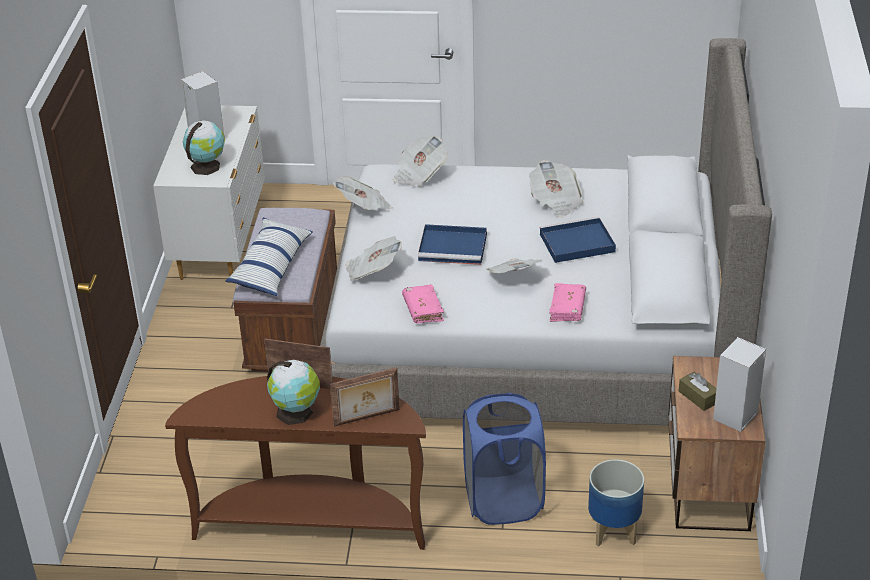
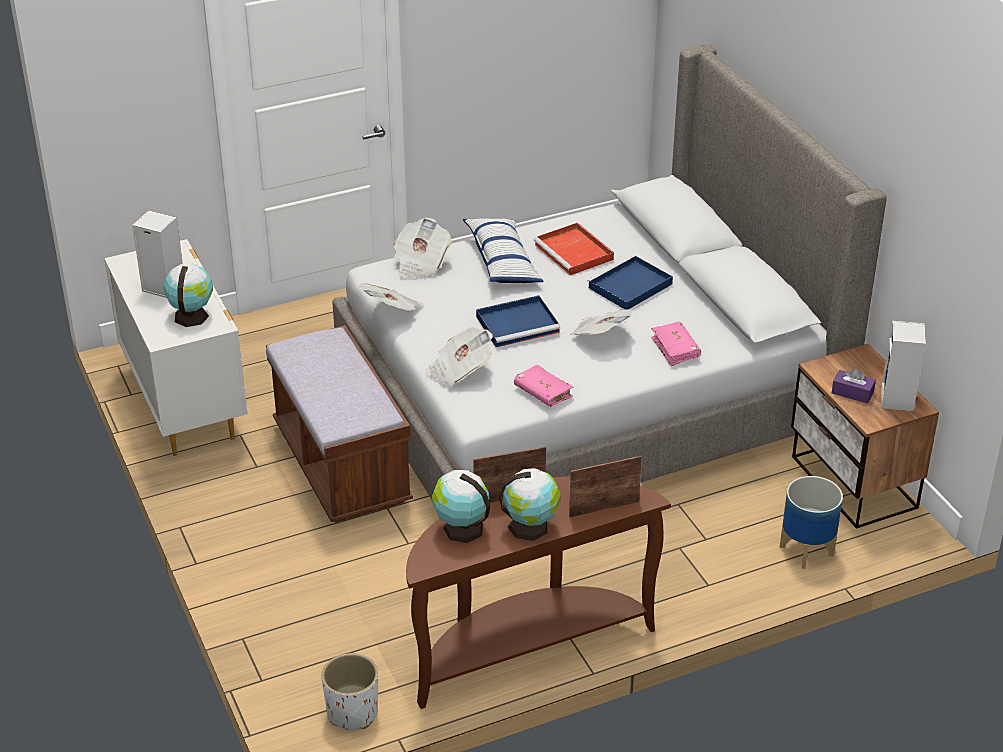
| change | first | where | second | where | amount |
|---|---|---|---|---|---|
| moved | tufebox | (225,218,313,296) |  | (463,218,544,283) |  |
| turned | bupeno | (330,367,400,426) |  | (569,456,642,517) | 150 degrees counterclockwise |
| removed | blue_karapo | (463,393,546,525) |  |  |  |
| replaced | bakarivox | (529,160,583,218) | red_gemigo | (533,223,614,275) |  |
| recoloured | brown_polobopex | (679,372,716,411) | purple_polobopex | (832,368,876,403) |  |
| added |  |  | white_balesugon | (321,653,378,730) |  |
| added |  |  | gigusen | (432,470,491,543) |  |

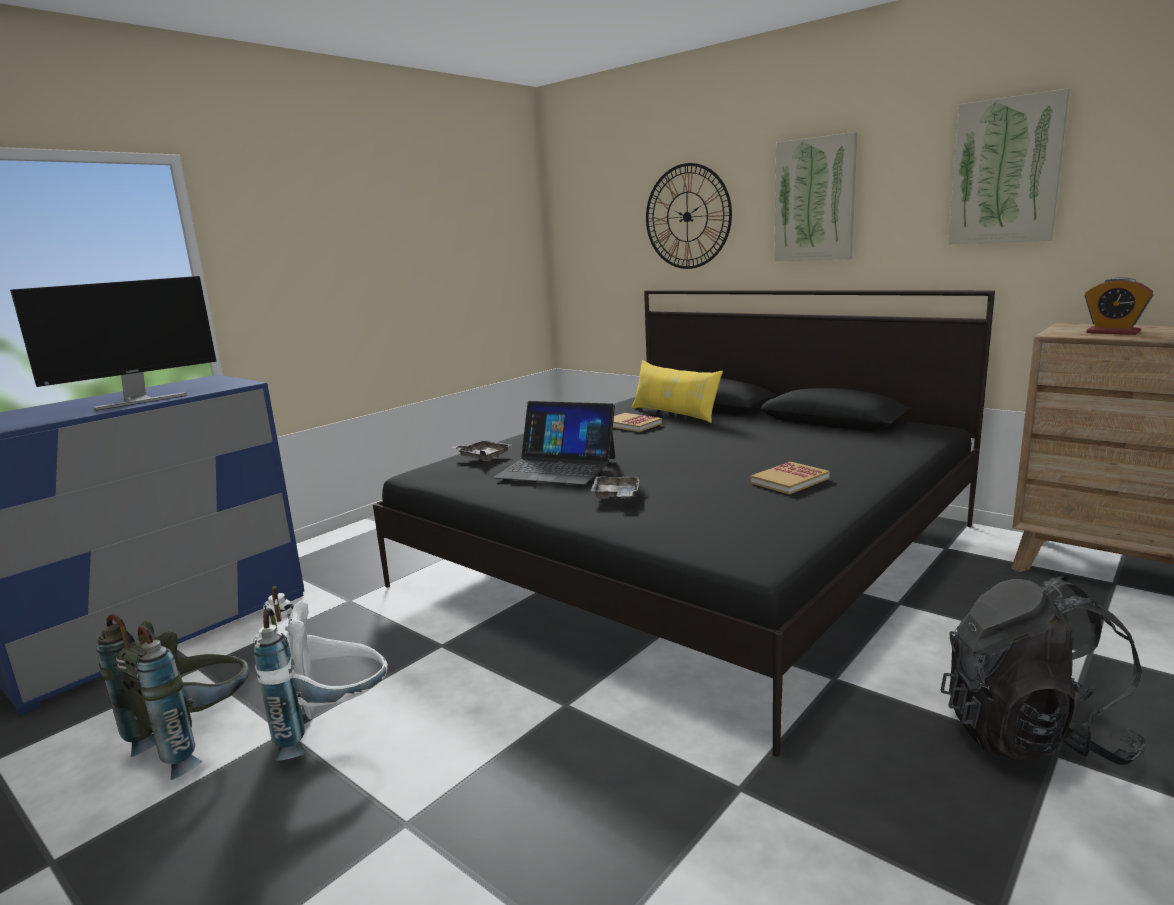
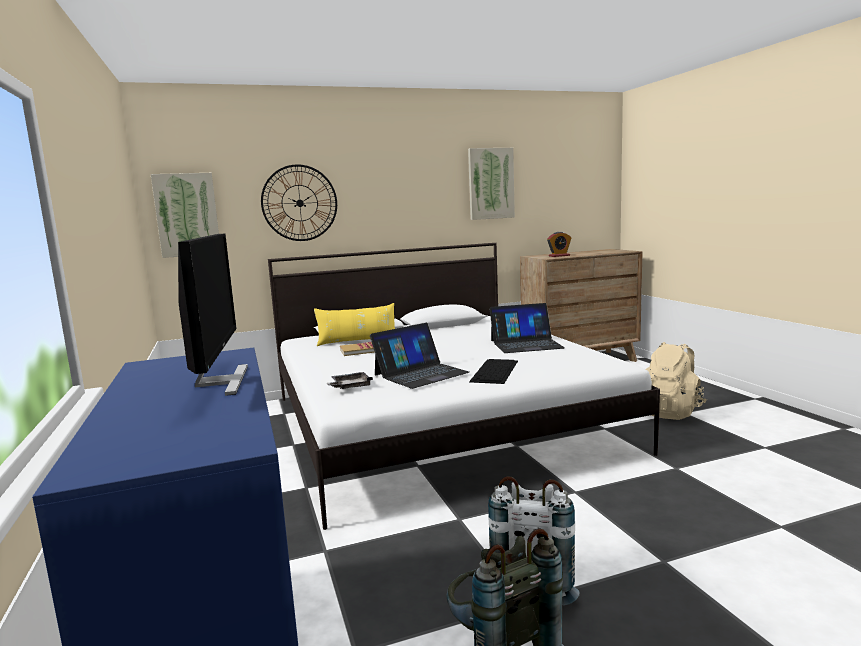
| change | first | where | second | where | amount |
|---|---|---|---|---|---|
| recoloured | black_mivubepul | (373,290,995,757) | white_mivubepul | (268,243,660,530) |  |
| replaced | grey_gemigo | (590,473,640,499) | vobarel | (469,359,518,384) |  |
| replaced | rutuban | (750,462,830,495) | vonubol | (490,303,565,353) |  |
| moved | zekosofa | (774,132,857,261) |  | (151,173,219,258) |  |
| recoloured | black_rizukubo | (941,576,1146,765) | beige_rizukubo | (646,342,707,420) |  |

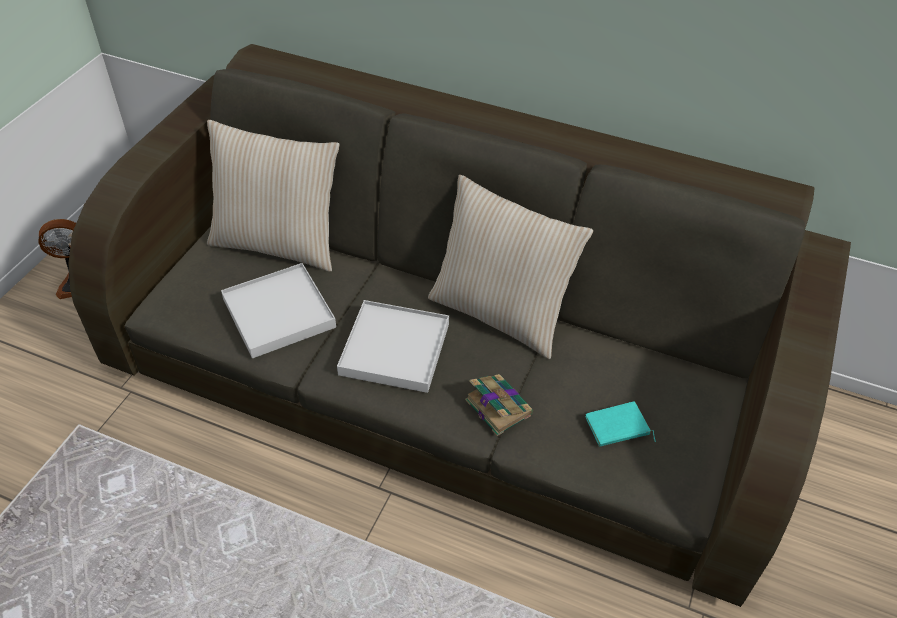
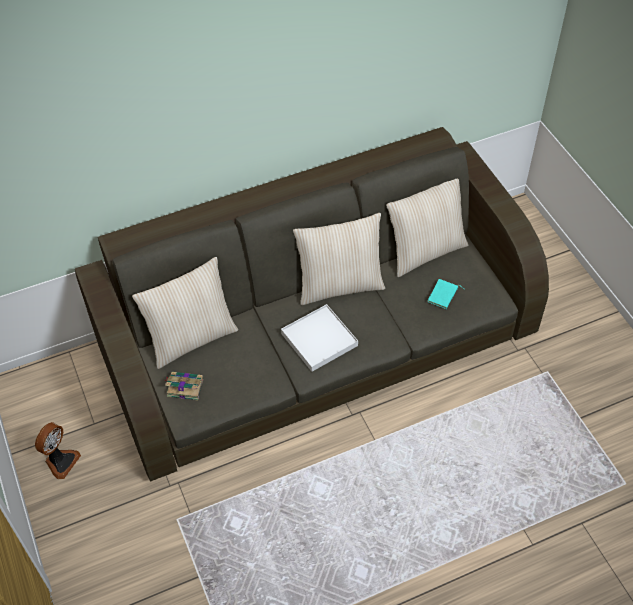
| change | first | where | second | where | amount |
|---|---|---|---|---|---|
| removed | white_gemigo | (221,263,336,358) |  |  |  |
| moved | rutuban | (465,374,533,436) |  | (164,372,203,400) |  |
| added |  |  | beige_tufebox | (386,179,468,277) |  |

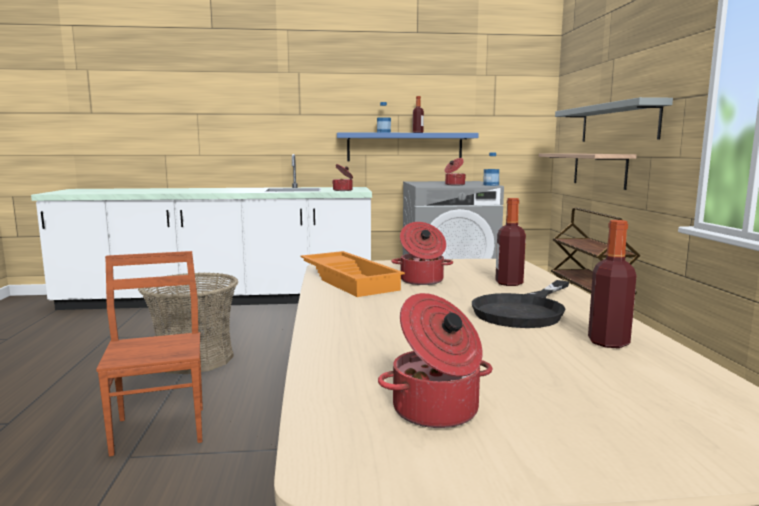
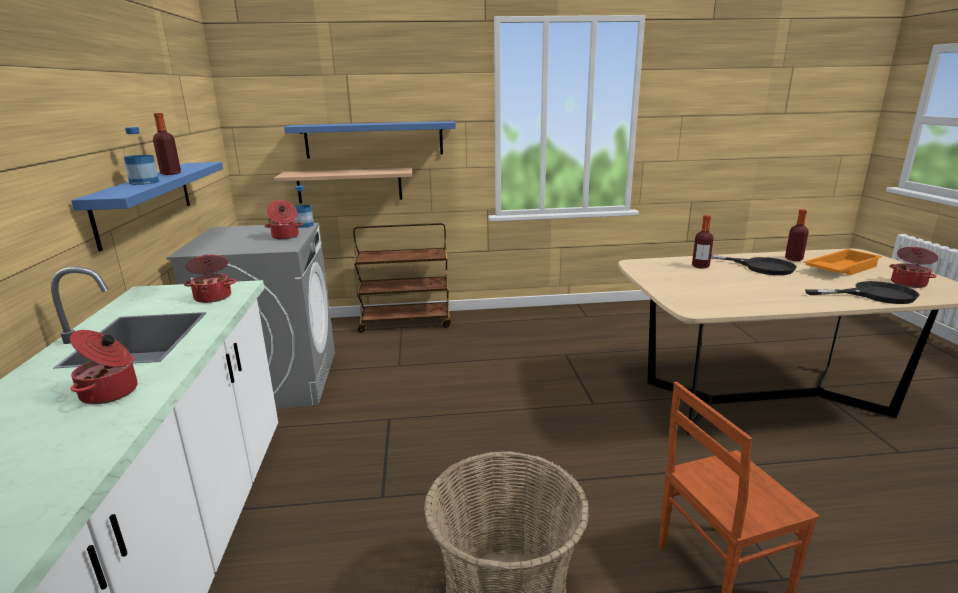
| change | first | where | second | where | amount |
|---|---|---|---|---|---|
| moved | orange_gemigo | (300,251,405,297) |  | (803,249,882,275) |  |
| moved | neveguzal | (391,222,453,285) |  | (70,330,138,405) |  |
| recoloured | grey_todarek | (555,97,673,142) | blue_todarek | (284,121,456,159) |  |
| added |  |  | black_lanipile | (805,281,920,304) |  |

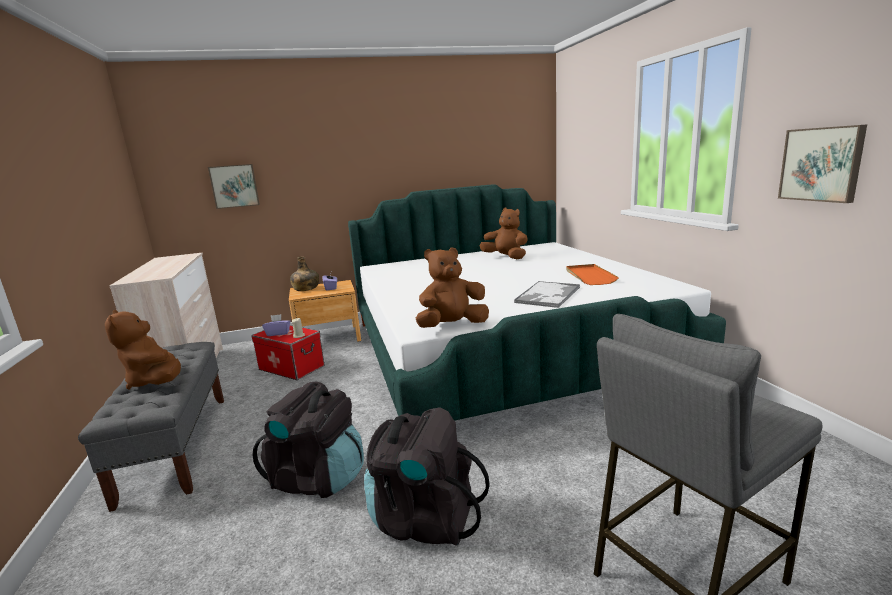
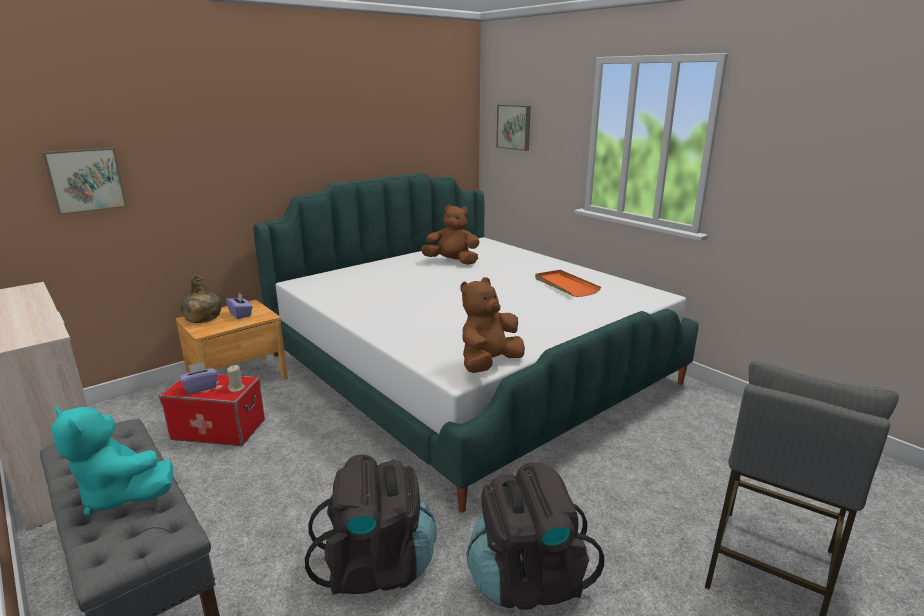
| change | first | where | second | where | amount |
|---|---|---|---|---|---|
| recoloured | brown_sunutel | (105,310,181,390) | turquoise_sunutel | (52,407,173,516) |  |
| removed | gemigo | (514,281,580,308) |  |  |  |
| moved | zekosofa | (778,124,867,203) |  | (496,105,531,151) |  |

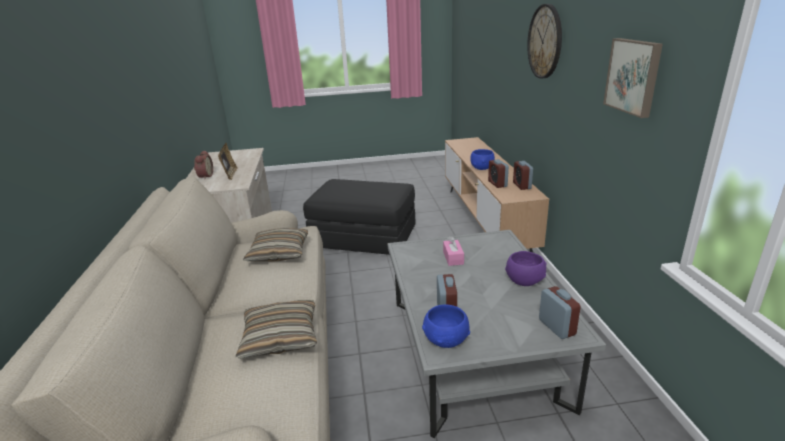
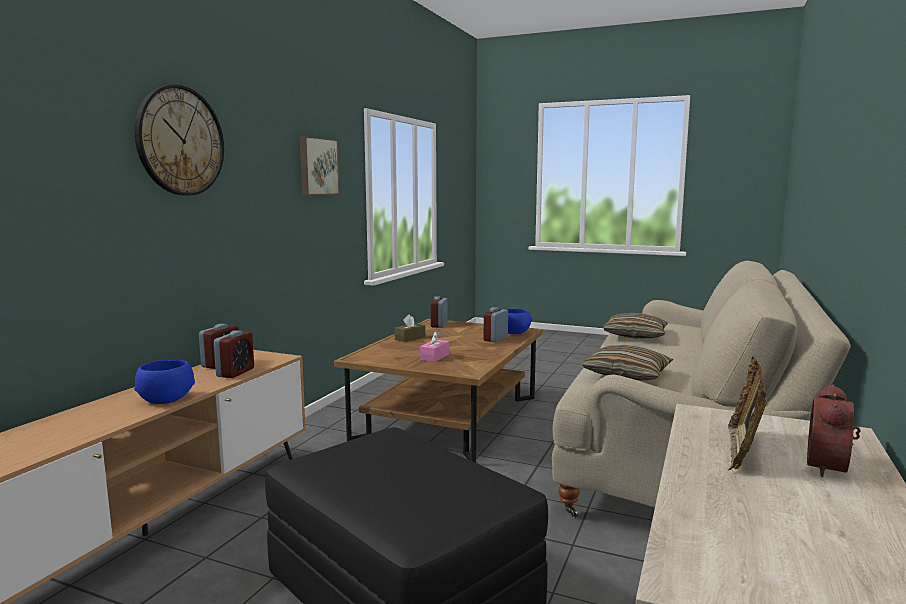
| change | first | where | second | where | amount |
|---|---|---|---|---|---|
| recoloured | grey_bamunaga | (388,230,606,438) | brown_bamunaga | (334,319,543,463) |  |
| replaced | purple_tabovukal | (505,251,547,286) | brown_polobopex | (395,314,425,342) |  |

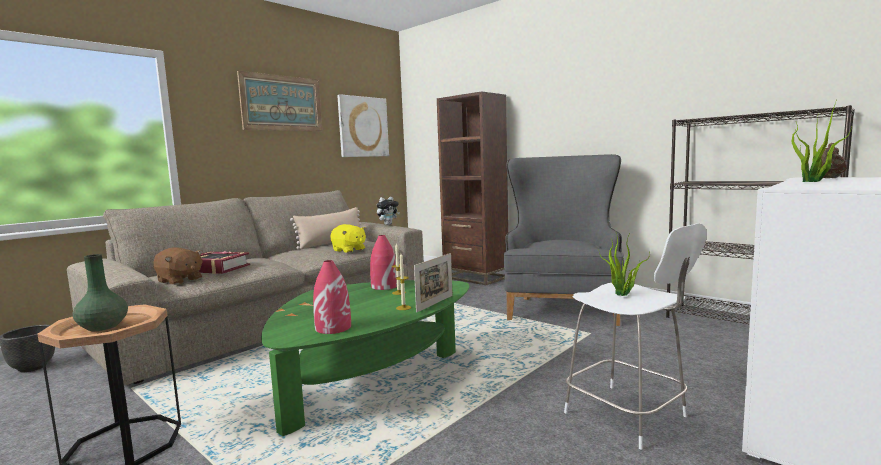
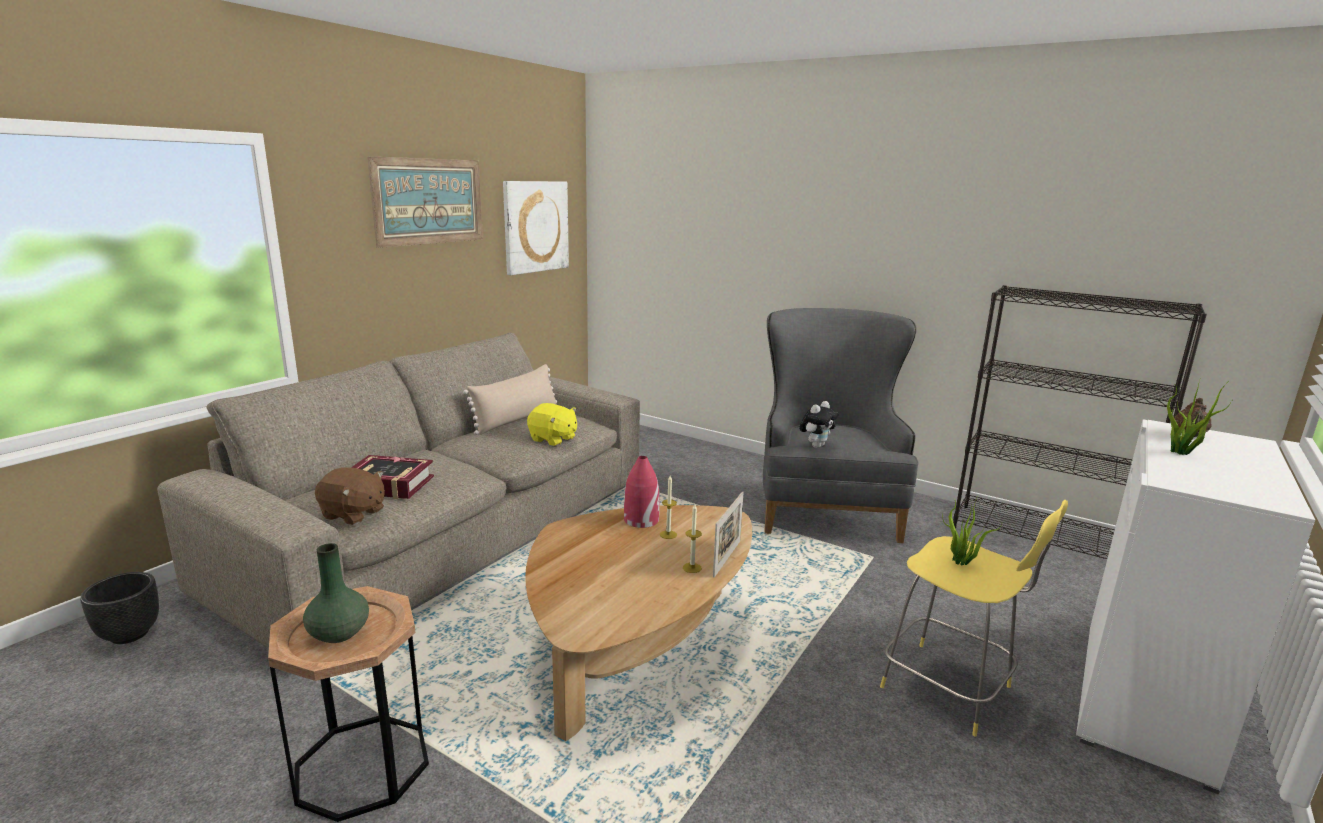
| change | first | where | second | where | amount |
|---|---|---|---|---|---|
| recoloured | green_bamunaga | (261,280,469,436) | brown_bamunaga | (525,505,752,741) |  |
| removed | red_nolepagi | (313,260,351,334) |  |  |  |
| moved | sunutel | (377,197,400,225) |  | (799,401,839,448) |  |
| removed | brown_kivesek | (437,91,508,286) |  |  |  |
| recoloured | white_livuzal | (564,223,707,449) | yellow_livuzal | (880,500,1068,736) |  |

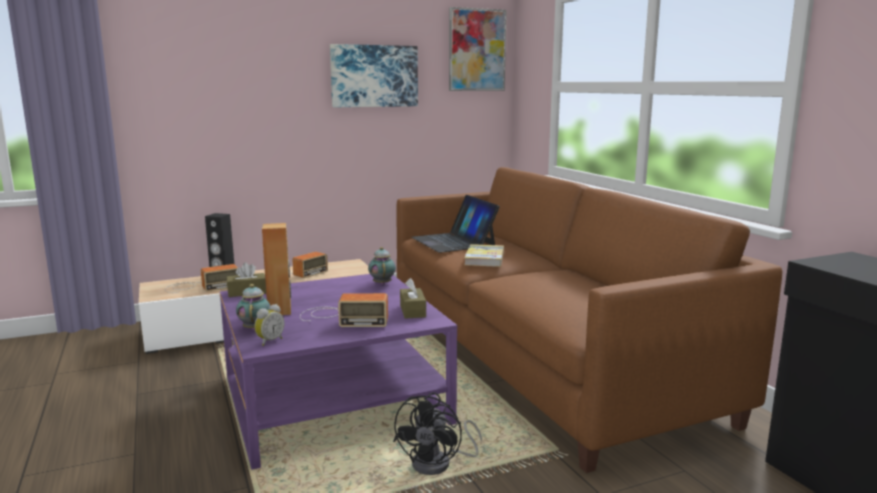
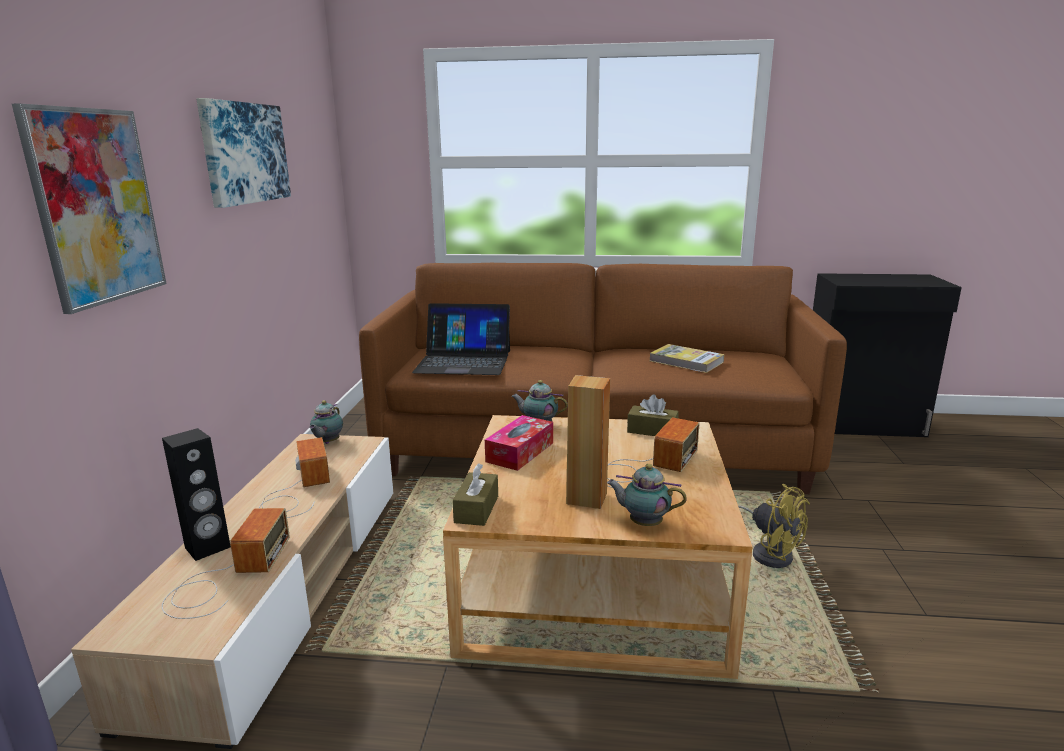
| change | first | where | second | where | amount |
|---|---|---|---|---|---|
| recoloured | purple_bamunaga | (220,274,457,470) | beige_bamunaga | (443,415,752,679) |  |
| removed | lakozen | (255,304,284,346) |  |  |  |
| recoloured | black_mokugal | (393,393,482,475) | yellow_mokugal | (738,484,810,568) |  |
| moved | zekosofa | (449,7,507,91) |  | (12,104,167,314) |  |
| moved | rutuban | (464,244,504,267) |  | (650,344,724,373) |  |
| added |  |  | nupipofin | (309,400,343,444) |  |
| added |  |  | polobopex | (485,415,553,471) |  |

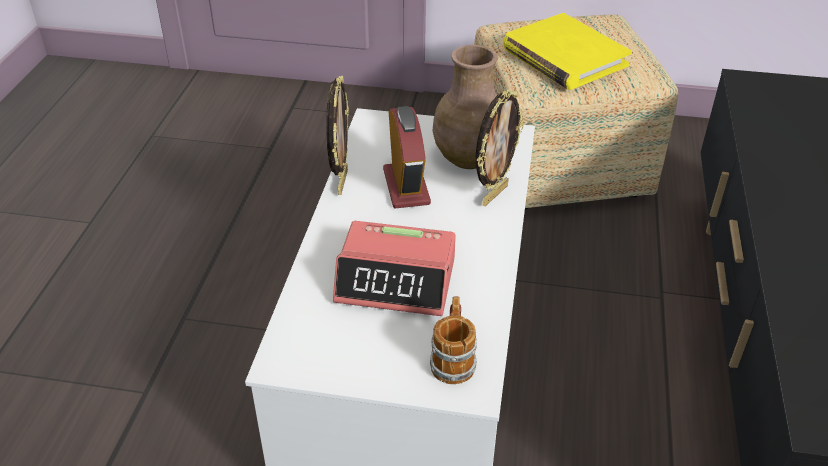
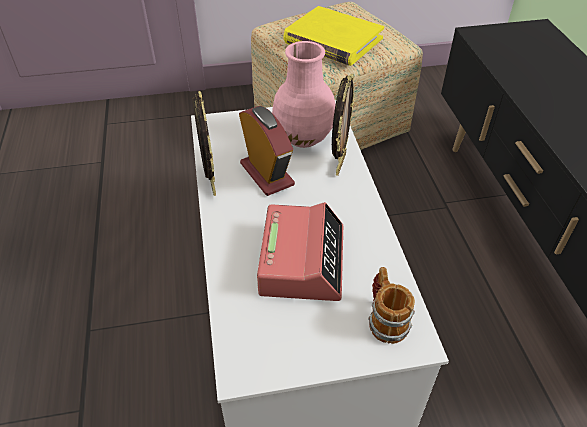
| change | first | where | second | where | amount |
|---|---|---|---|---|---|
| turned | lakozen | (333,221,456,316) |  | (257,202,343,301) | 75 degrees counterclockwise |
| recoloured | brown_nolepagi | (432,45,497,169) | pink_nolepagi | (272,41,335,148) |  |

